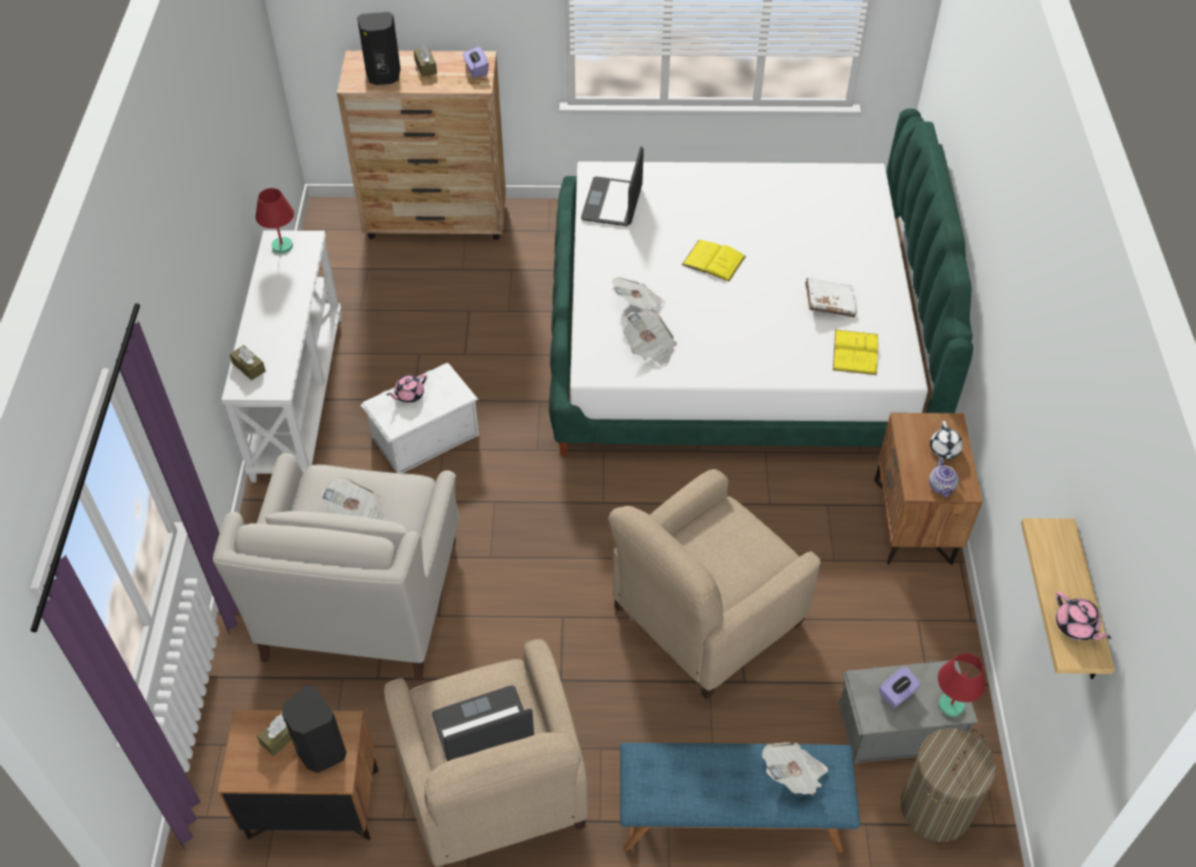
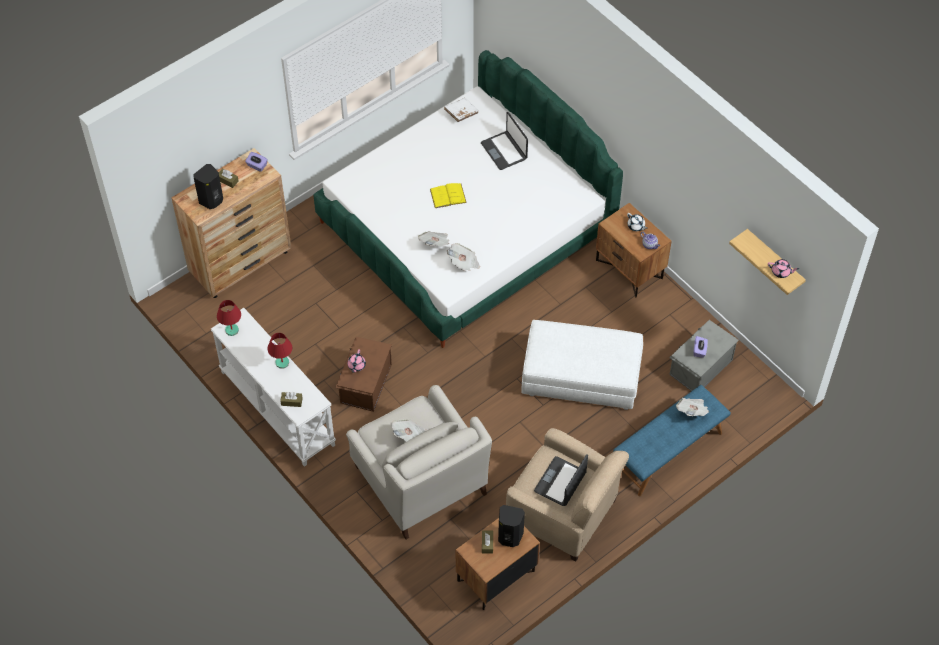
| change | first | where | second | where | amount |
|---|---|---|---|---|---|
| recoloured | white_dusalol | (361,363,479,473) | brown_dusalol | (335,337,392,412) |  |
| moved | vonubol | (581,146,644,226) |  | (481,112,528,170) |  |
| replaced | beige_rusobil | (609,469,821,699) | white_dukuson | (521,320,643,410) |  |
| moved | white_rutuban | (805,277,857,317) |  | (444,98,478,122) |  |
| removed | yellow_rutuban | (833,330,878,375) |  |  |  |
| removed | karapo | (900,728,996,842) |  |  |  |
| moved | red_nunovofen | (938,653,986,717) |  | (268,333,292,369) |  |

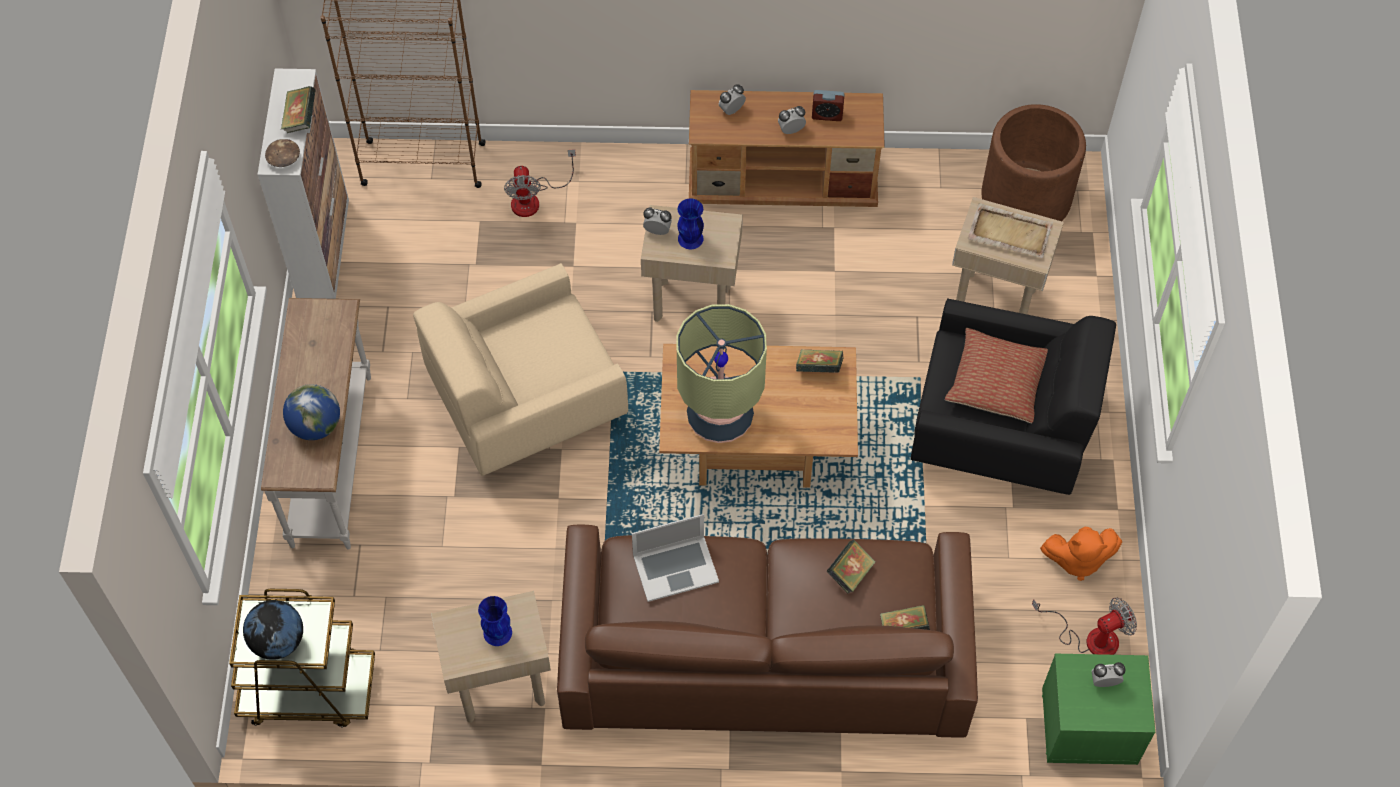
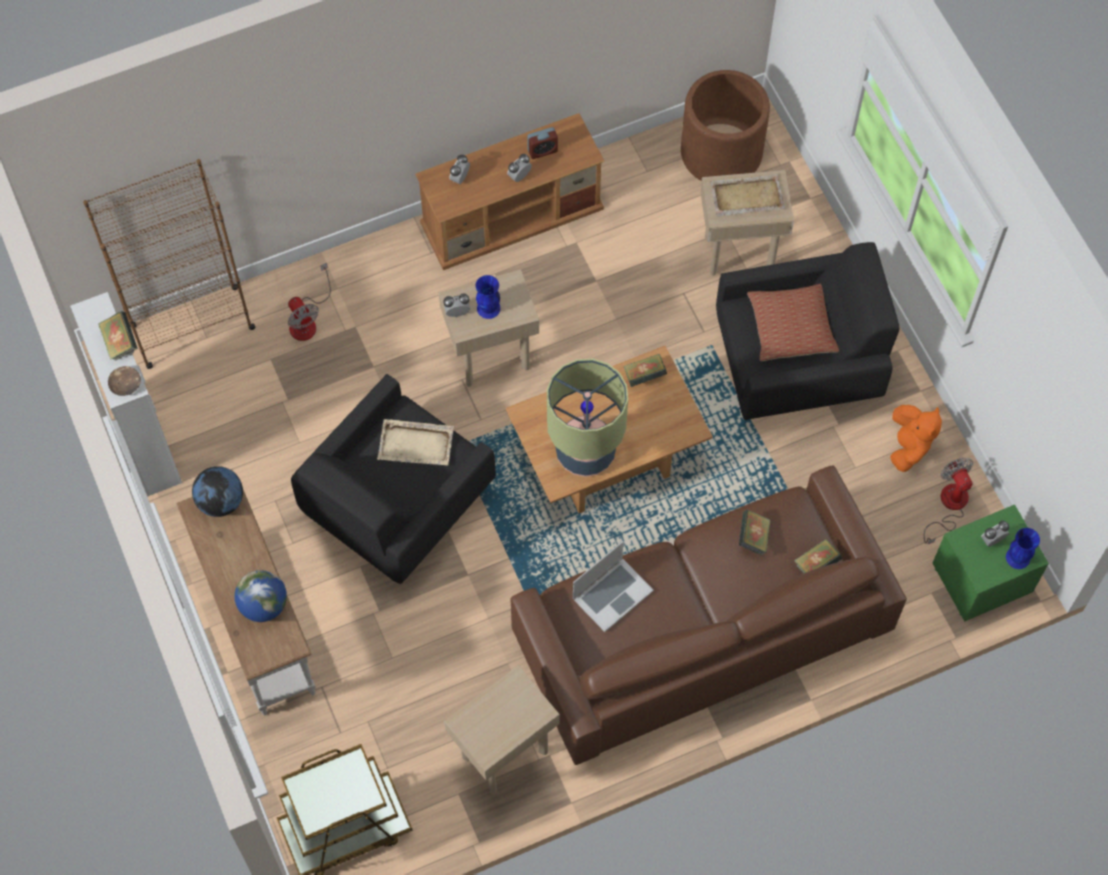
| change | first | where | second | where | amount |
|---|---|---|---|---|---|
| moved | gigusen | (243,600,303,660) |  | (192,466,243,517) |  |
| recoloured | beige_rusobil | (413,263,628,476) | black_rusobil | (291,374,496,584) |  |
| moved | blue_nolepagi | (478,596,512,646) |  | (1006,528,1040,569) |  |
| turned | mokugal | (1032,597,1137,655) |  | (924,458,974,545) | 60 degrees counterclockwise |
| turned | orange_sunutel | (1040,527,1122,581) |  | (890,405,942,472) | 60 degrees counterclockwise |
| added |  |  | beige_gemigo | (377,419,454,465) |  |

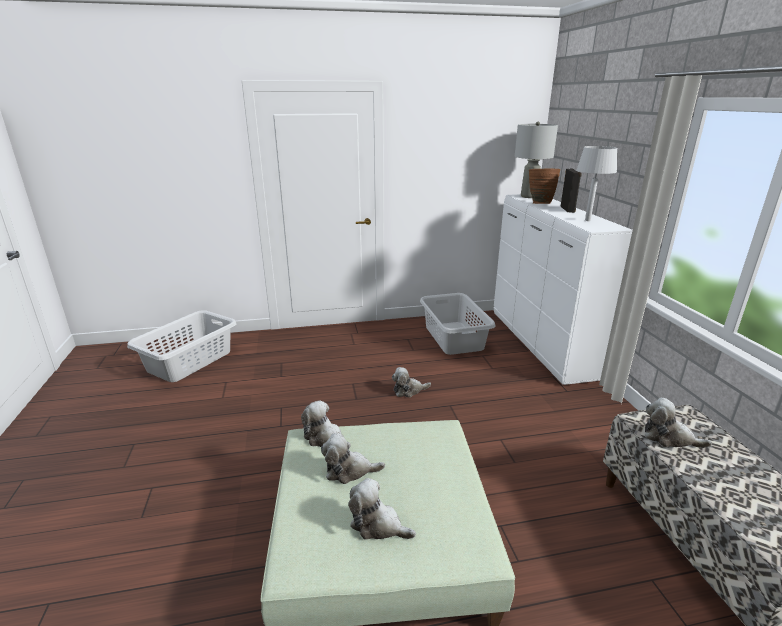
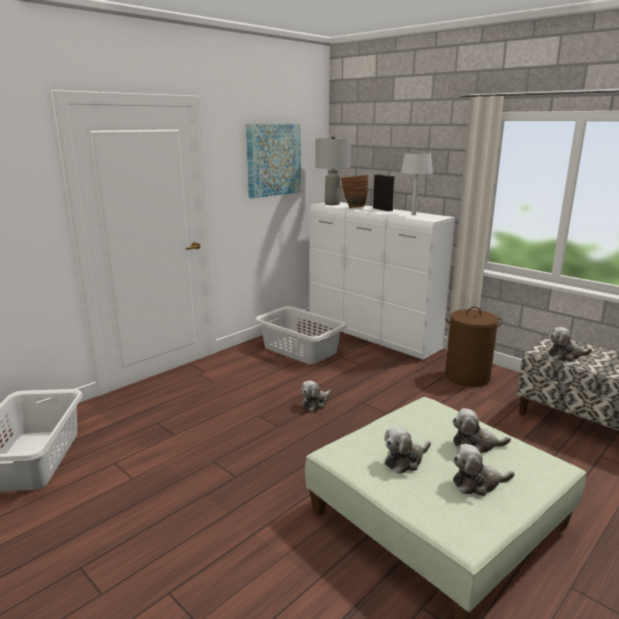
| change | first | where | second | where | amount |
|---|---|---|---|---|---|
| moved | sunutel | (301,400,351,449) |  | (452,408,511,453) |  |
| added |  |  | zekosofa | (246,123,301,199) |  |
| added |  |  | brown_karapo | (445,307,502,387) |  |

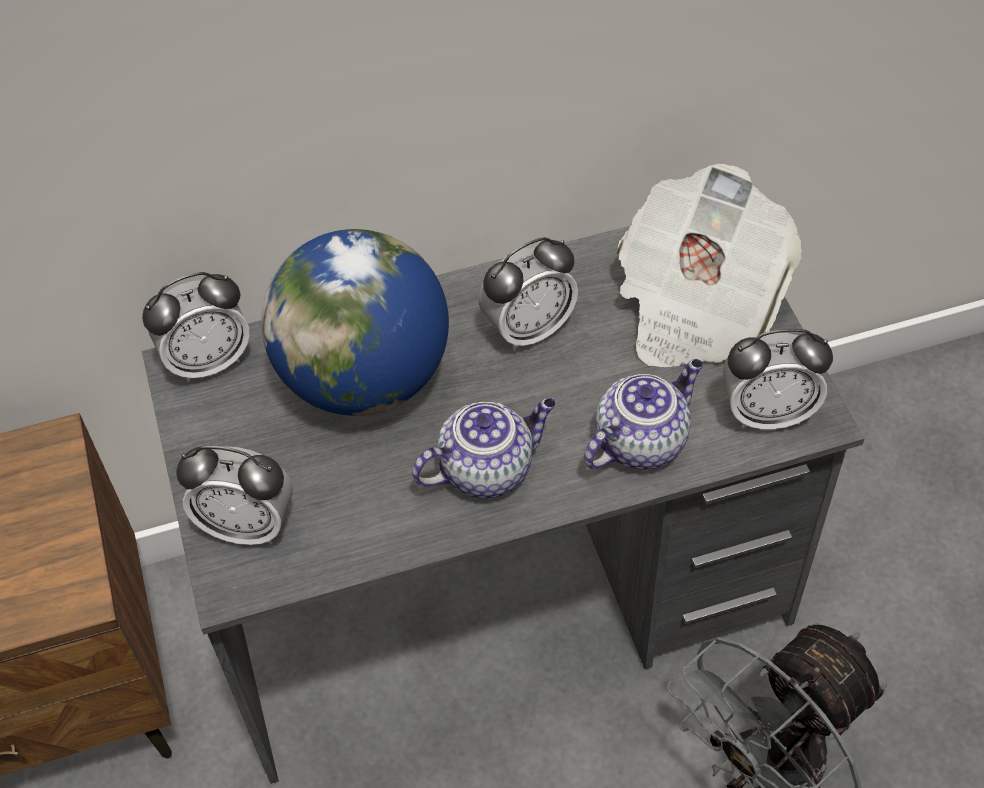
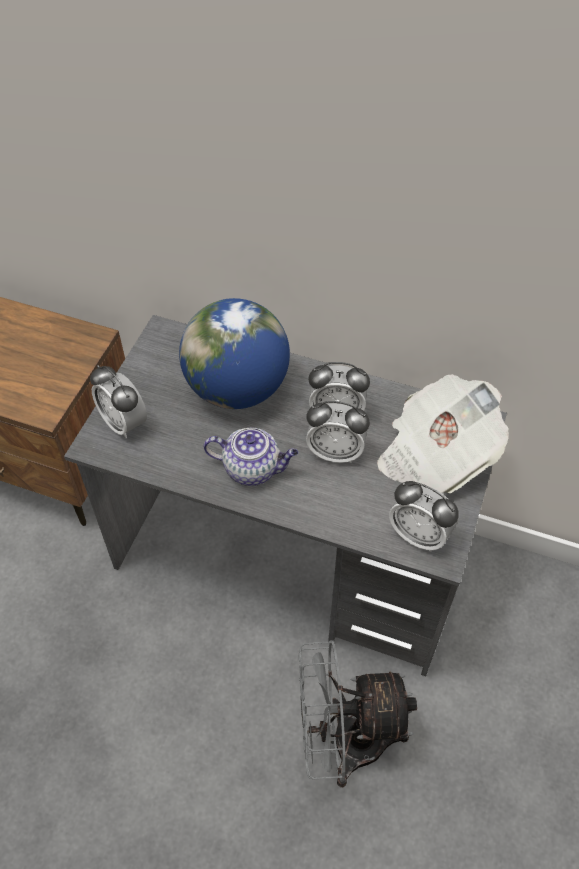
| change | first | where | second | where | amount |
|---|---|---|---|---|---|
| moved | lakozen | (142,272,250,382) |  | (306,401,370,463) |  |
| removed | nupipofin | (584,359,703,469) |  |  |  |

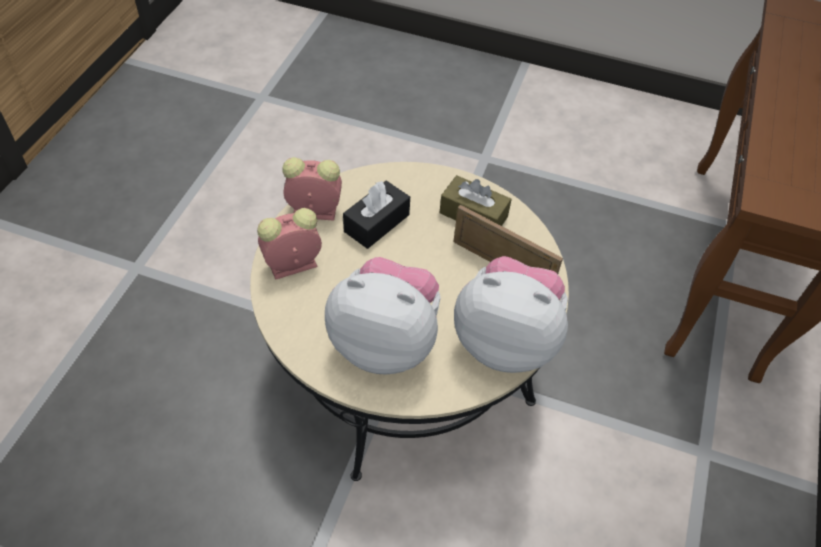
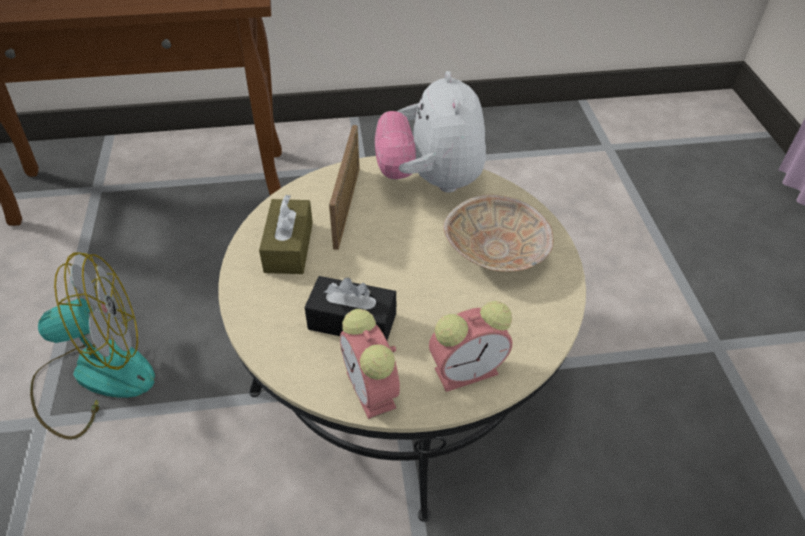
| change | first | where | second | where | amount |
|---|---|---|---|---|---|
| turned | lakozen | (257,208,322,280) |  | (429,301,512,392) | 60 degrees counterclockwise |
| replaced | sunutel | (325,257,441,374) | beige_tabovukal | (443,194,554,272) |  |
| added |  |  | mokugal | (30,253,155,440) |  |

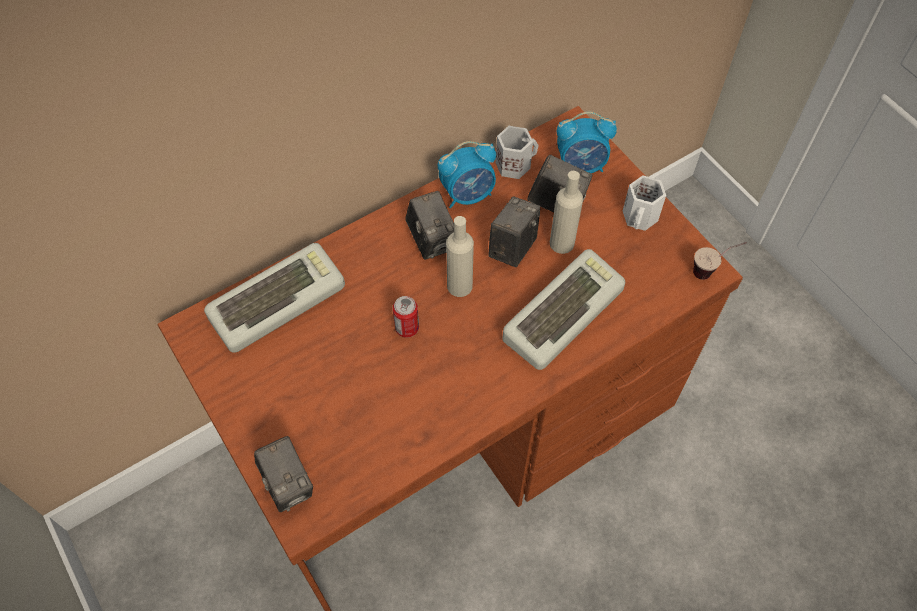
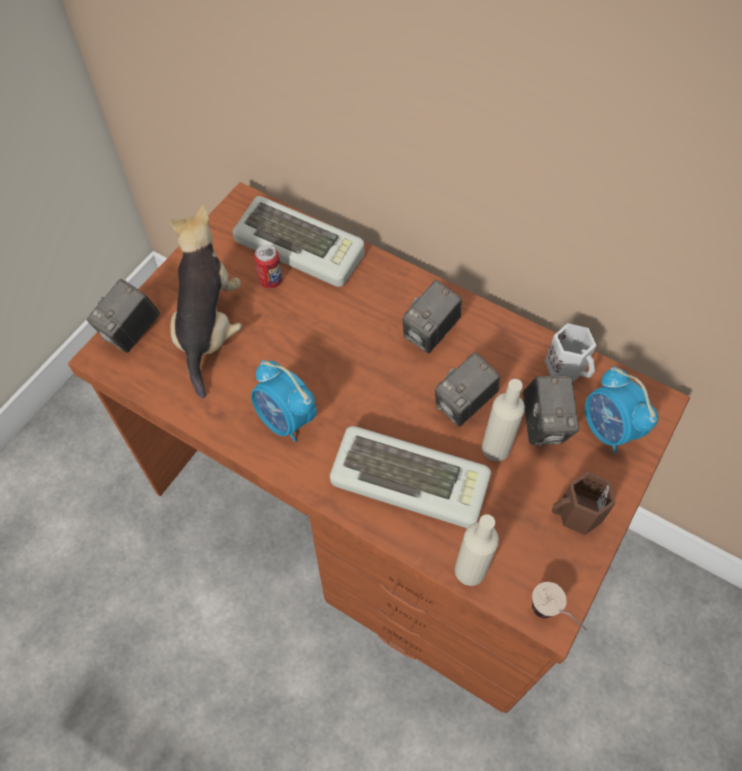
| change | first | where | second | where | amount |
|---|---|---|---|---|---|
| moved | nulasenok | (393,296,419,338) |  | (254,244,282,289) |  |
| moved | lakozen | (438,141,496,208) |  | (251,360,316,442) |  |
| moved | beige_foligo | (446,216,474,297) |  | (455,514,499,586) |  |
| turned | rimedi | (489,196,540,267) |  | (435,352,500,427) | 135 degrees clockwise |
| recoloured | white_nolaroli | (623,175,666,231) | brown_nolaroli | (552,472,616,535) |  |
| added |  |  | sunutel | (169,205,242,398) |  |

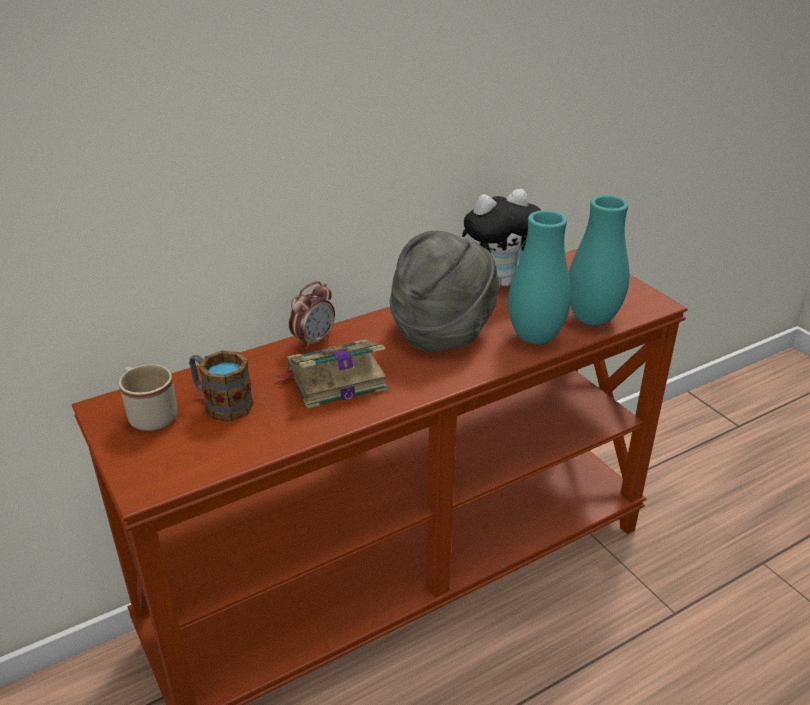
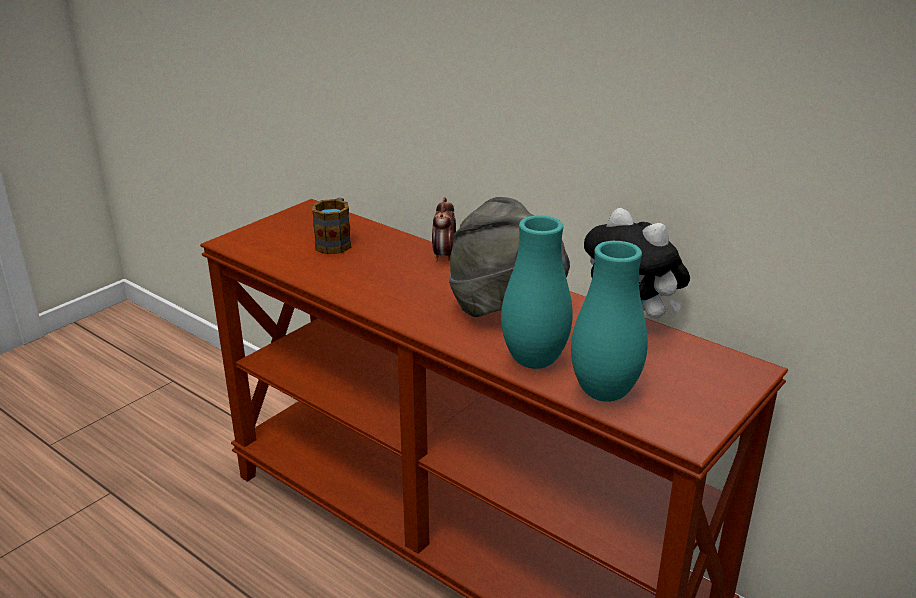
| change | first | where | second | where | amount |
|---|---|---|---|---|---|
| removed | beige_nolaroli | (119,364,178,431) |  |  |  |
| removed | rutuban | (275,340,388,409) |  |  |  |
| turned | lakozen | (289,281,335,350) |  | (432,197,456,262) | 75 degrees clockwise |

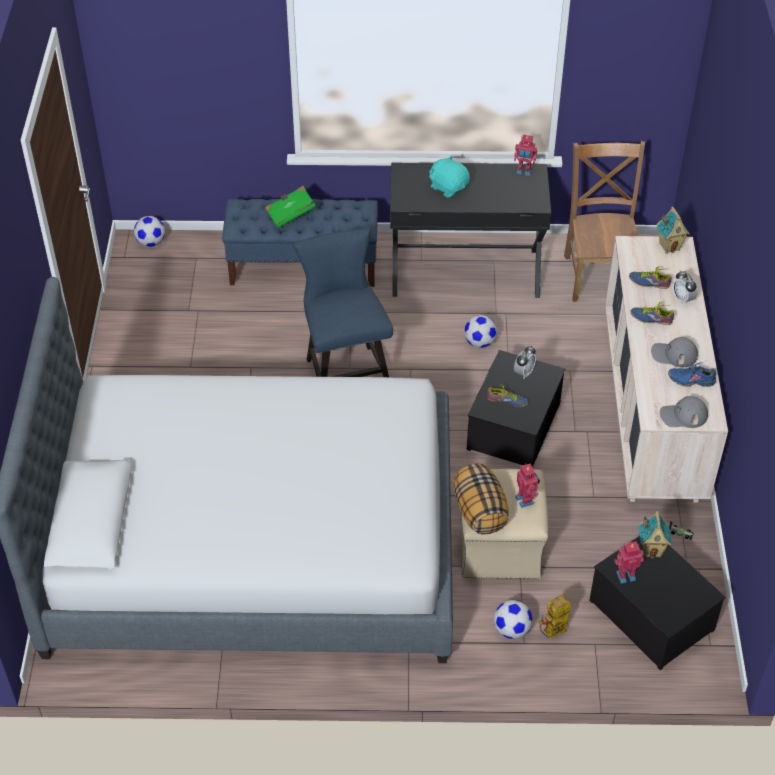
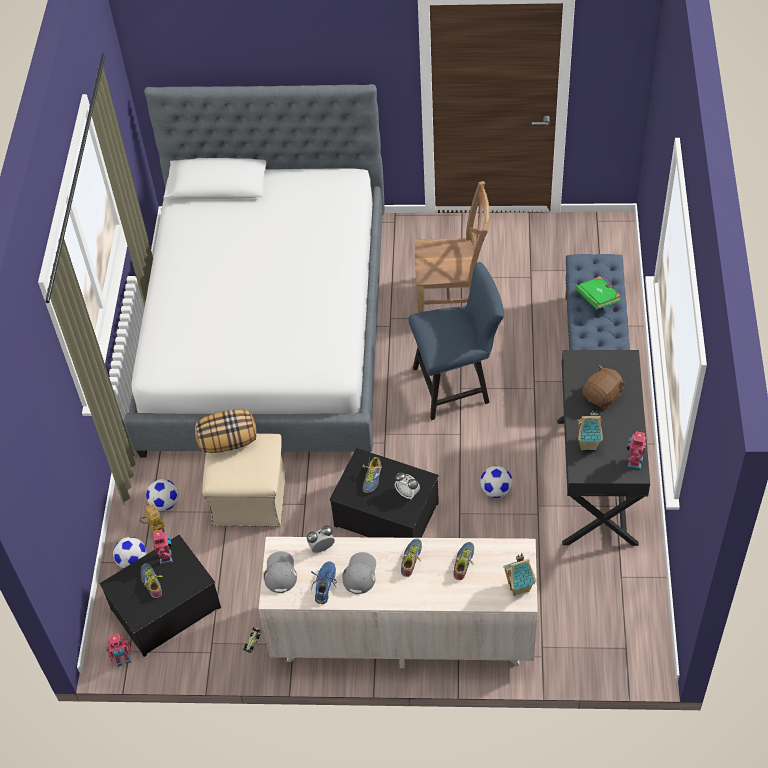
| change | first | where | second | where | amount |
|---|---|---|---|---|---|
| moved | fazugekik | (134,216,165,247) |  | (113,537,147,569) |  |
| recoloured | turquoise_sunutel | (429,156,470,198) | brown_sunutel | (582,365,626,409) |  |
| moved | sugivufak | (515,463,540,508) |  | (105,633,131,667) |  |
| moved | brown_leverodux | (564,141,645,302) |  | (415,181,490,313) |  |
| moved | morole | (638,511,672,558) |  | (577,410,603,451) |  |
| moved | lakozen | (673,271,697,306) |  | (307,525,335,553) |  |
| added |  |  | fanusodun | (141,563,163,598) |  |

